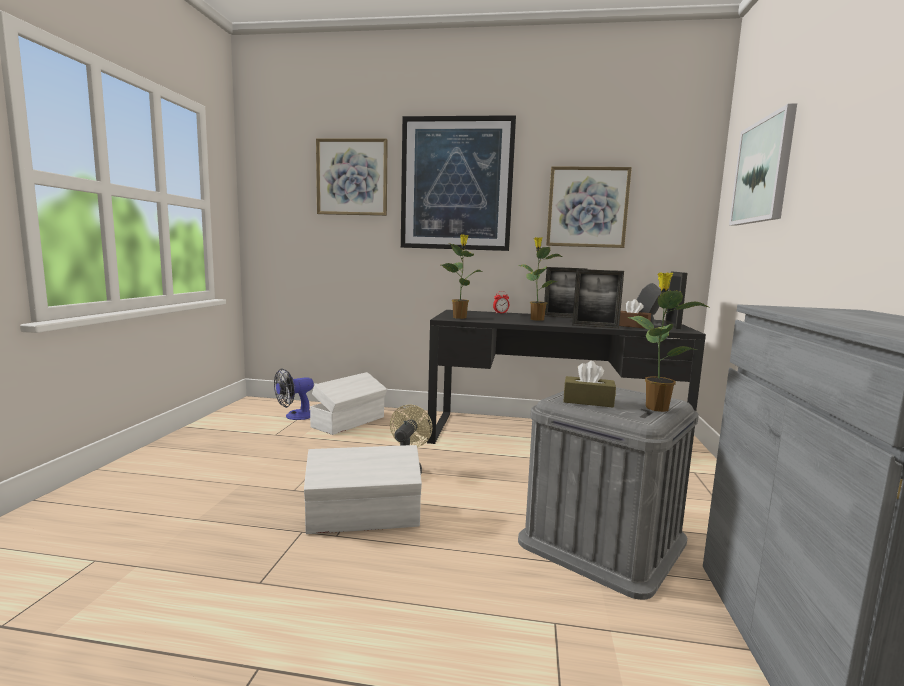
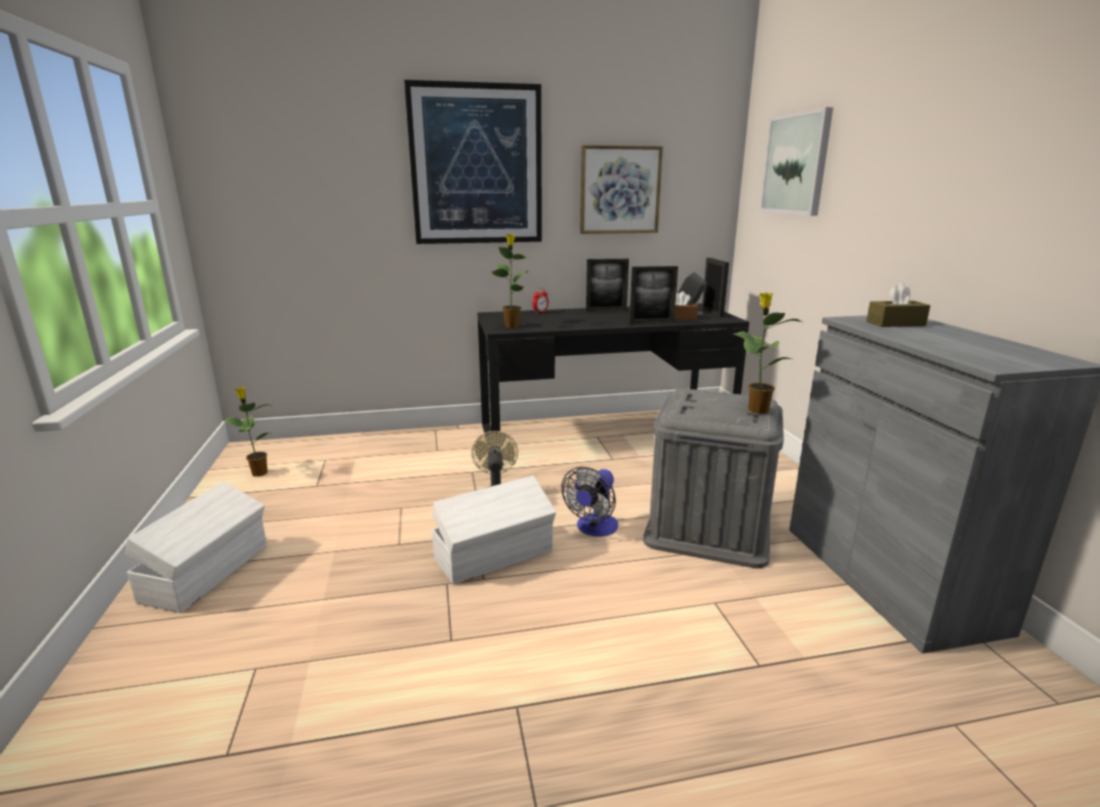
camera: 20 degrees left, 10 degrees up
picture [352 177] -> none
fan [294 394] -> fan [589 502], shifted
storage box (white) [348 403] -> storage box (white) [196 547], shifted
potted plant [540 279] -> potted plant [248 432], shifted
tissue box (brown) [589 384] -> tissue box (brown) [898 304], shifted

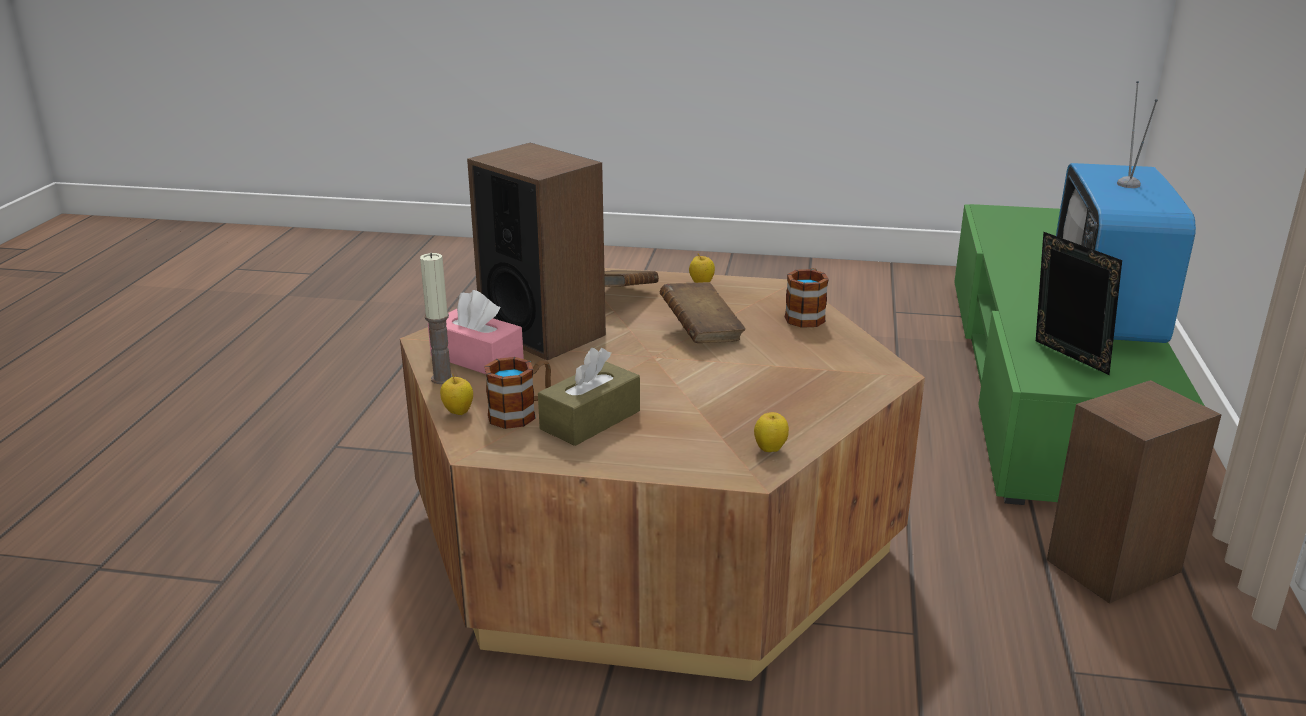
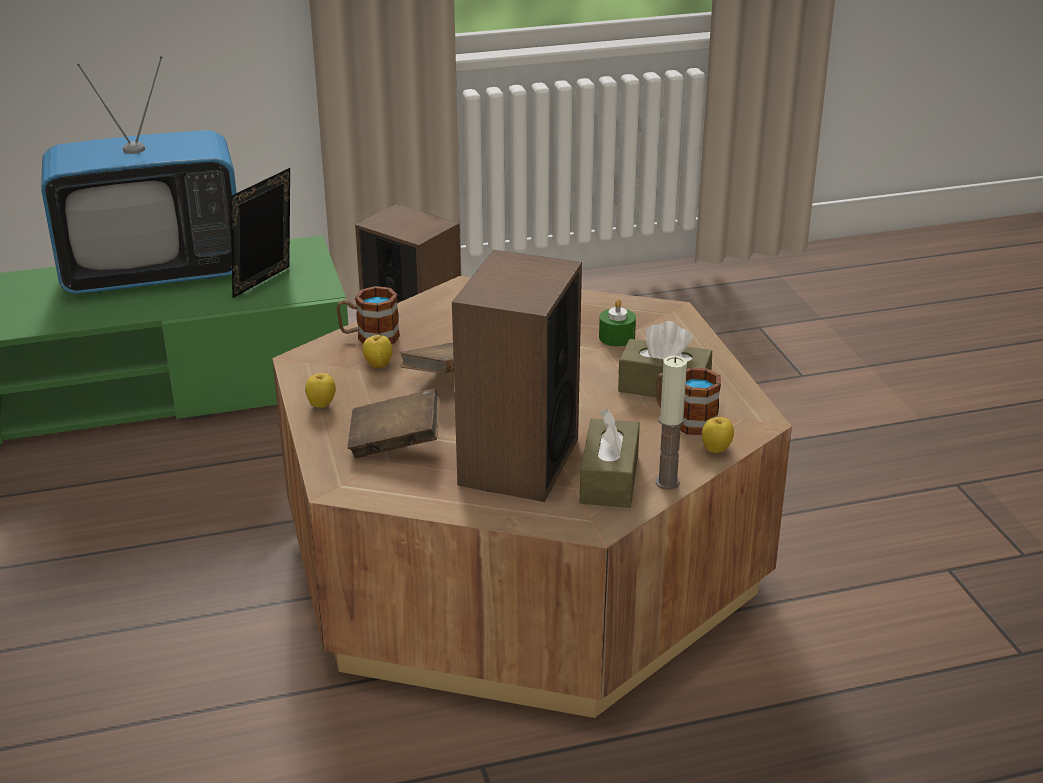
camera: 115 degrees left, 5 degrees up
none -> candle (green) [617 323]
apple [771 432] -> apple [378 350], shifted
tissue box (pink) [476 332] -> tissue box (brown) [610 458]

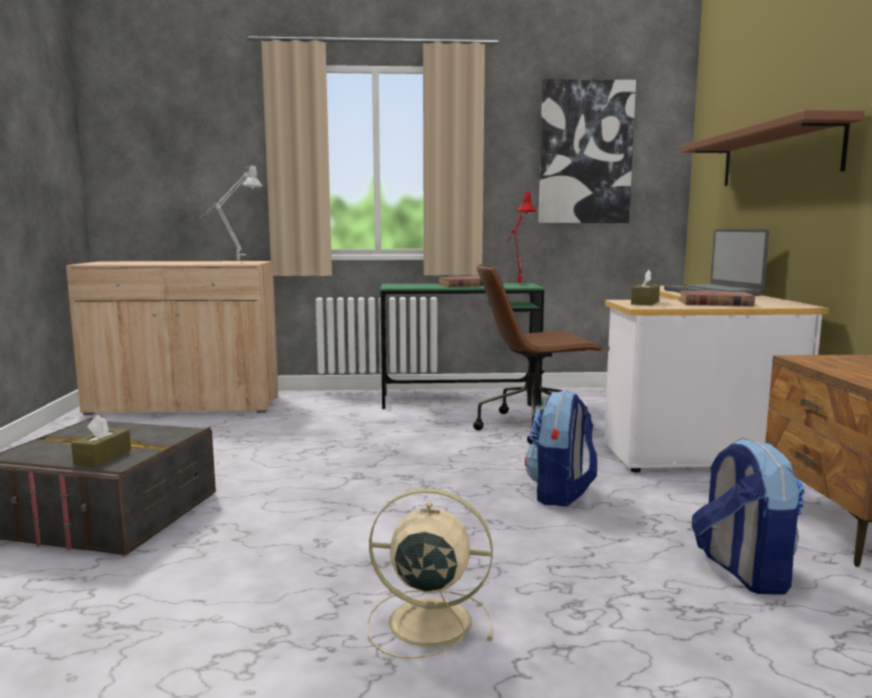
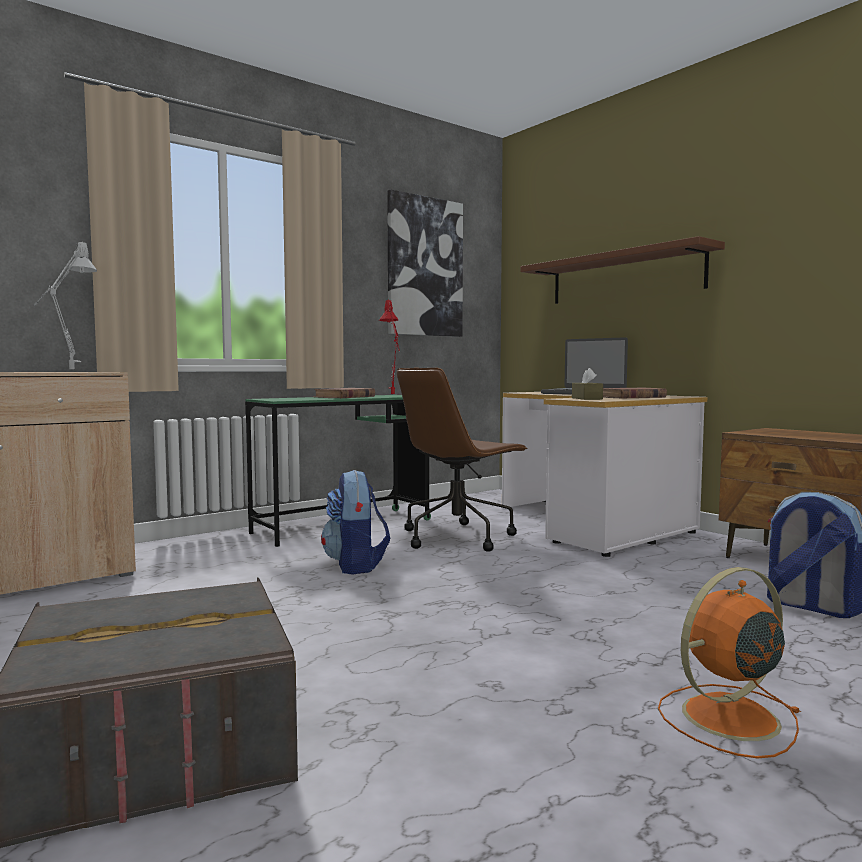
camera: 35 degrees left, 5 degrees down
tissue box (brown) [101 441] -> none
backpack [561 448] -> backpack [355 522], shifted
fan (beige) [430 573] -> fan (orange) [729 662]

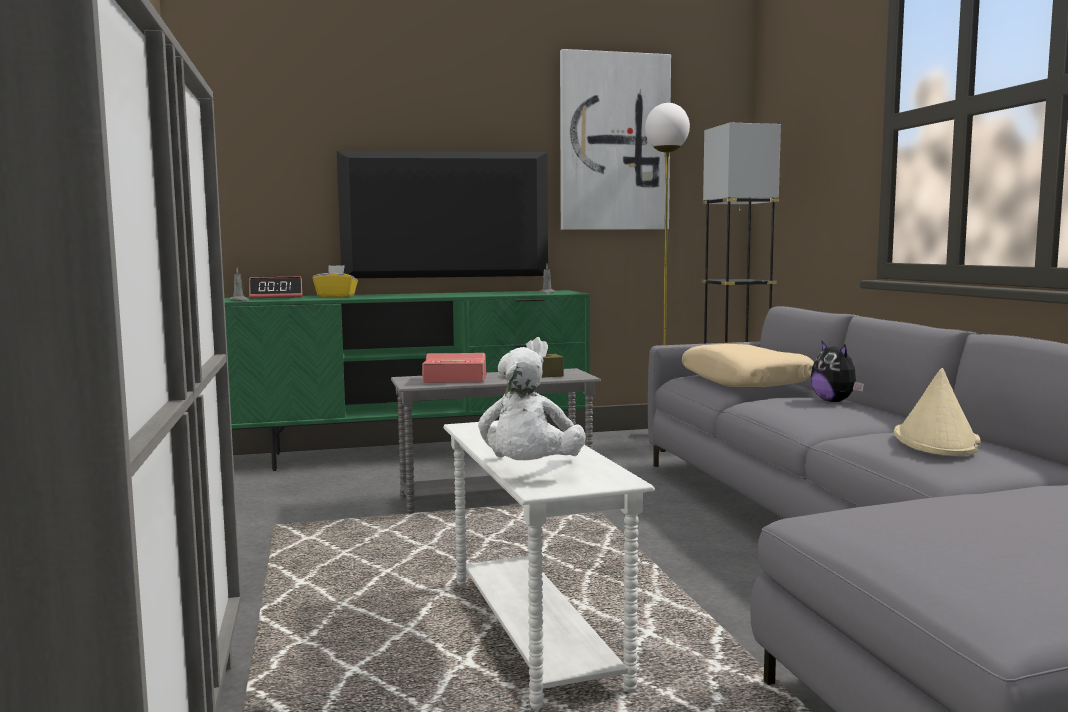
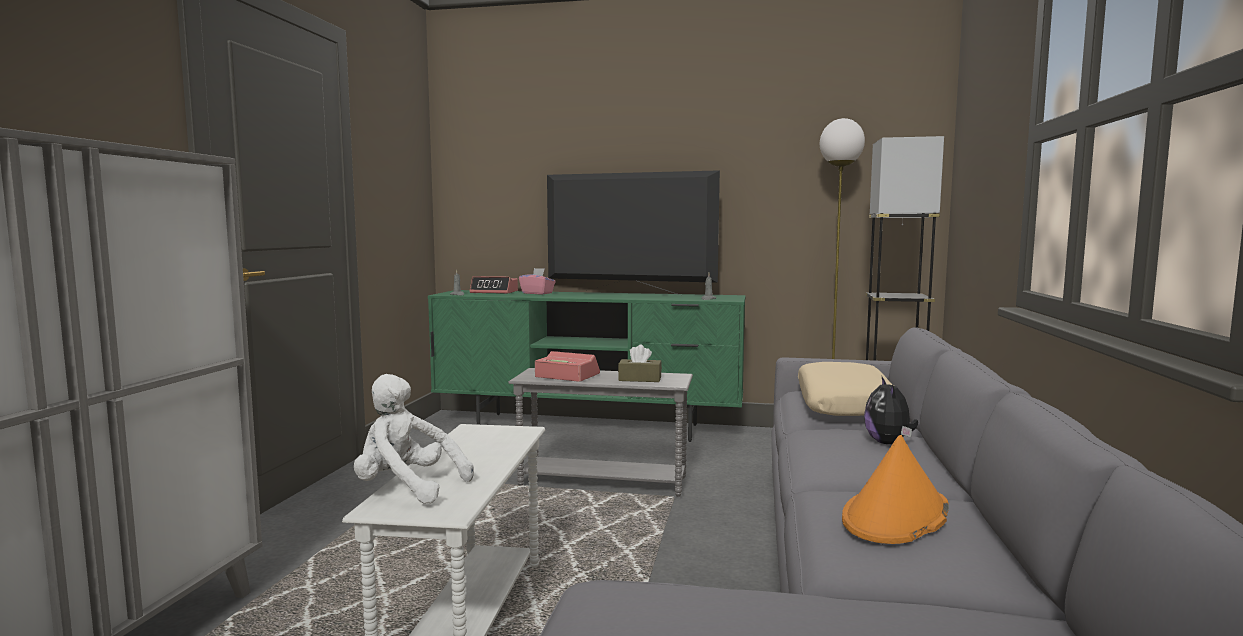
camera: 25 degrees right, 0 degrees up
picture [615 139] -> none
tissue box (yellow) [335 281] -> tissue box (pink) [537 281]
hat (beige) [937 412] -> hat (orange) [895 489]
plush toy (white) [532 403] -> plush toy (white) [414 439], 75 degrees clockwise

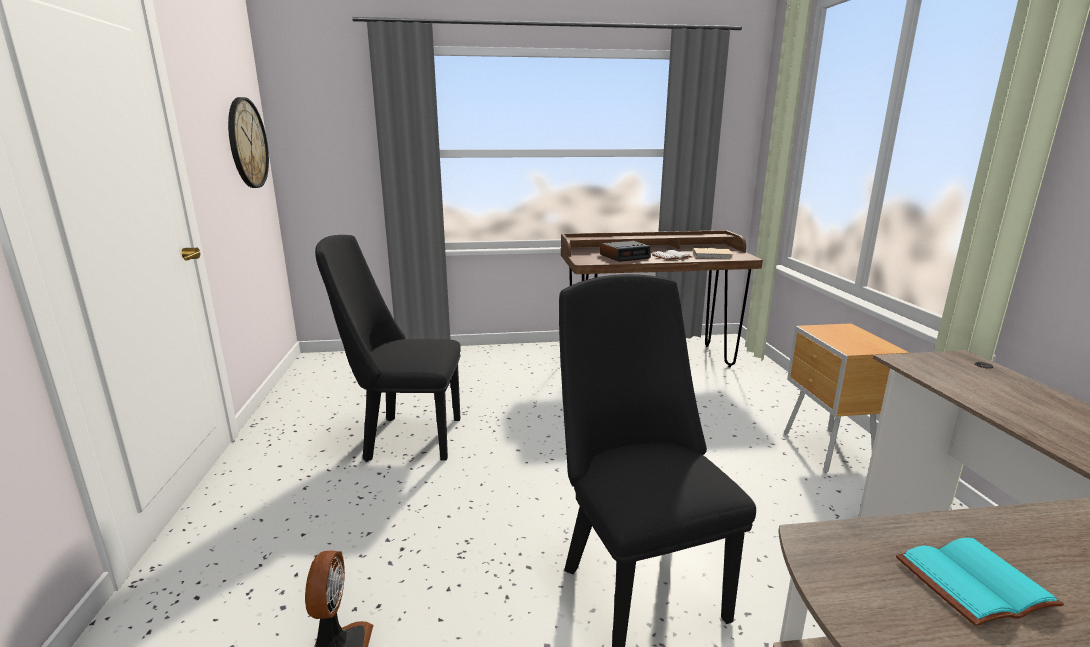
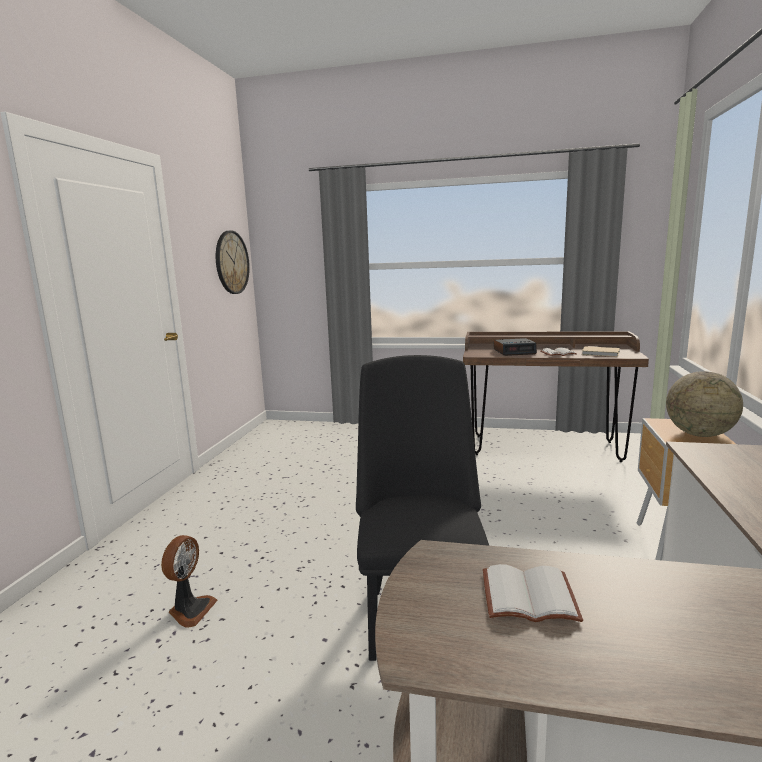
camera: 20 degrees right, 5 degrees down
chair (black) [388 348] -> none
none -> globe [704 404]
book (turquoise) [980 582] -> book (white) [533 593]

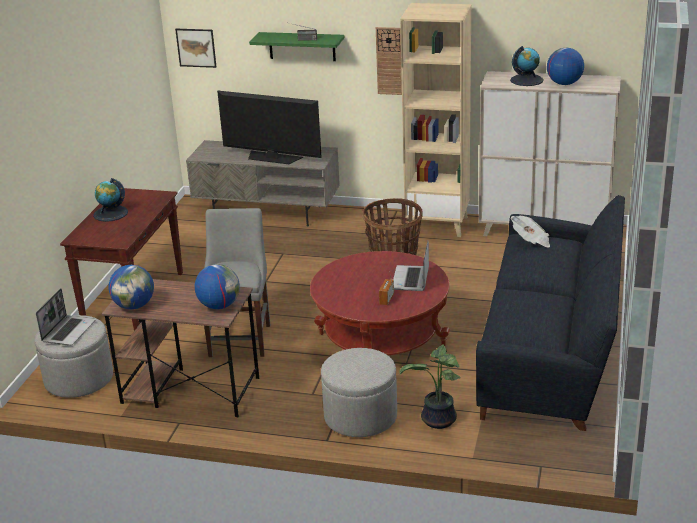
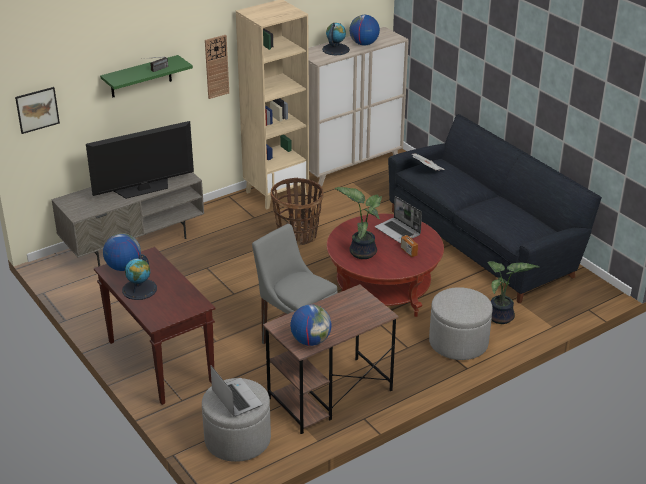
camera: 50 degrees left, 5 degrees up
none -> potted plant [358 223]
globe [217 286] -> globe [122 252], shifted

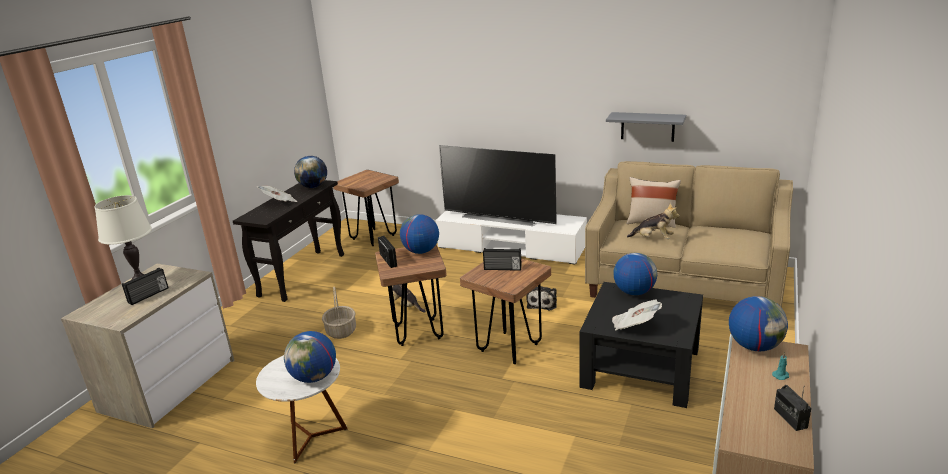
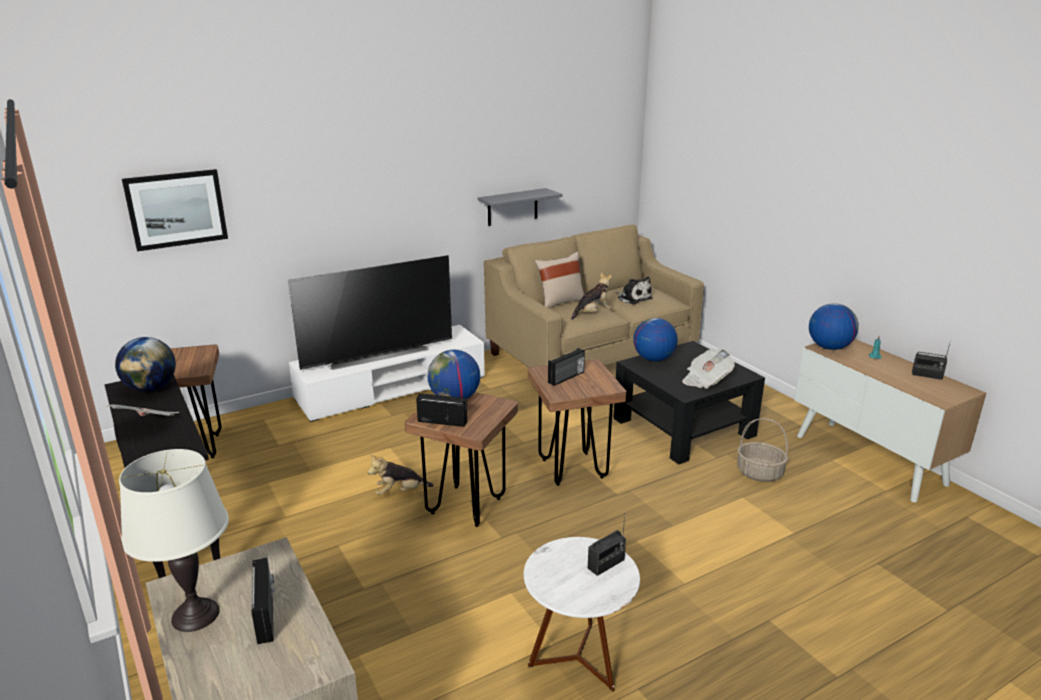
camera: 55 degrees left, 0 degrees up
none -> picture [175 210]
basket [339 313] -> basket [762 450], shifted
plush toy [541 298] -> plush toy [634 290], shifted
globe [310 357] -> radio [607 544]

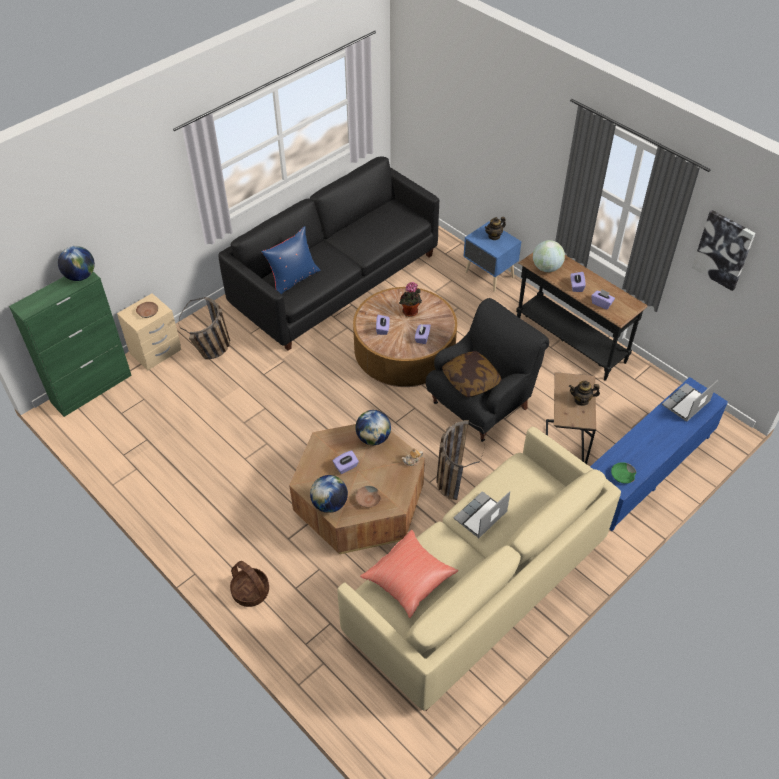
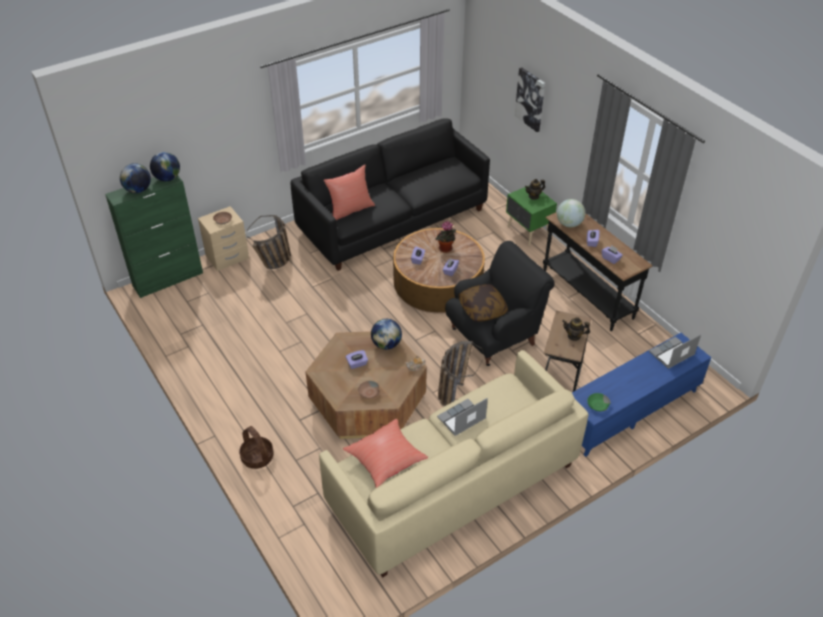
camera: 10 degrees right, 5 degrees down
globe [329 494] -> globe [135 178], shifted
picture [724 250] -> picture [530 99], shifted
pillow (blue) [290 260] -> pillow (red) [349 192]
nightstand (blue) [492 257] -> nightstand (green) [531 216]

